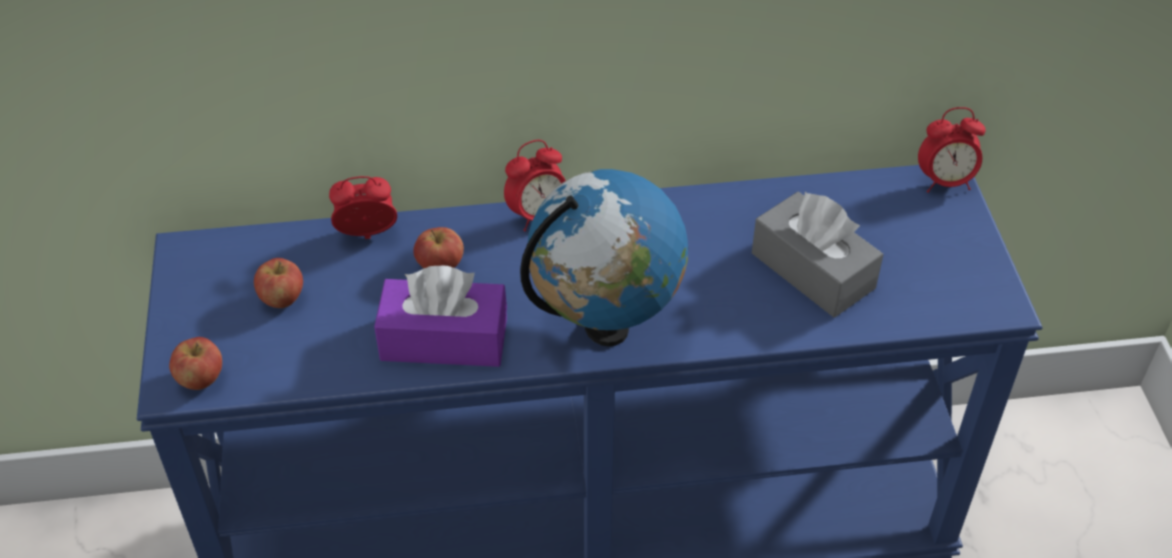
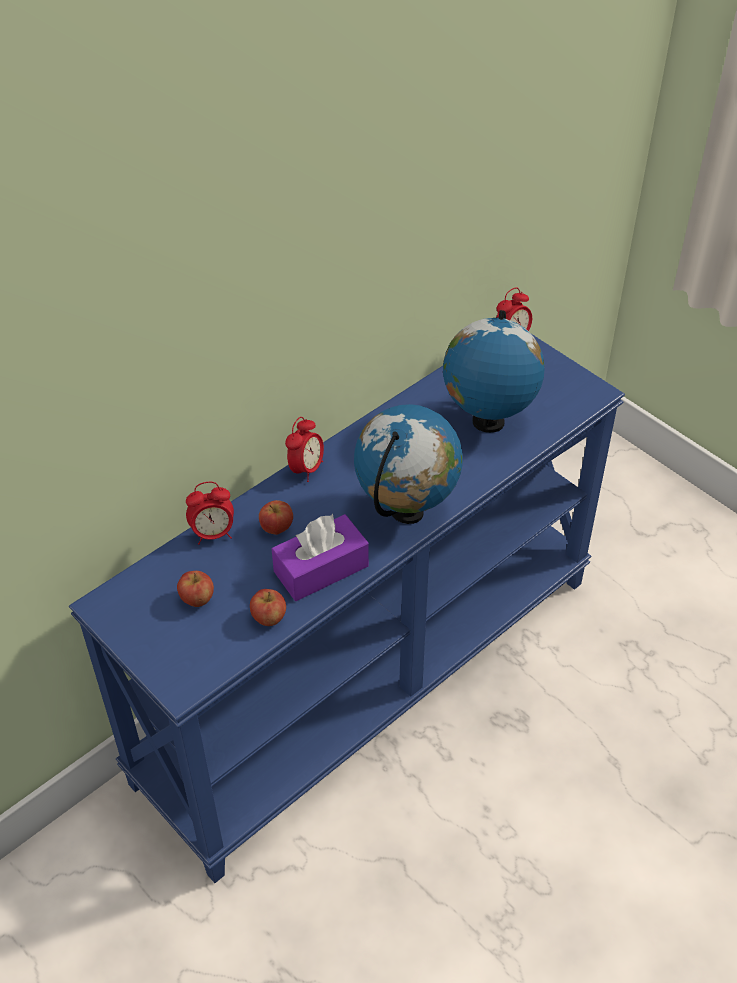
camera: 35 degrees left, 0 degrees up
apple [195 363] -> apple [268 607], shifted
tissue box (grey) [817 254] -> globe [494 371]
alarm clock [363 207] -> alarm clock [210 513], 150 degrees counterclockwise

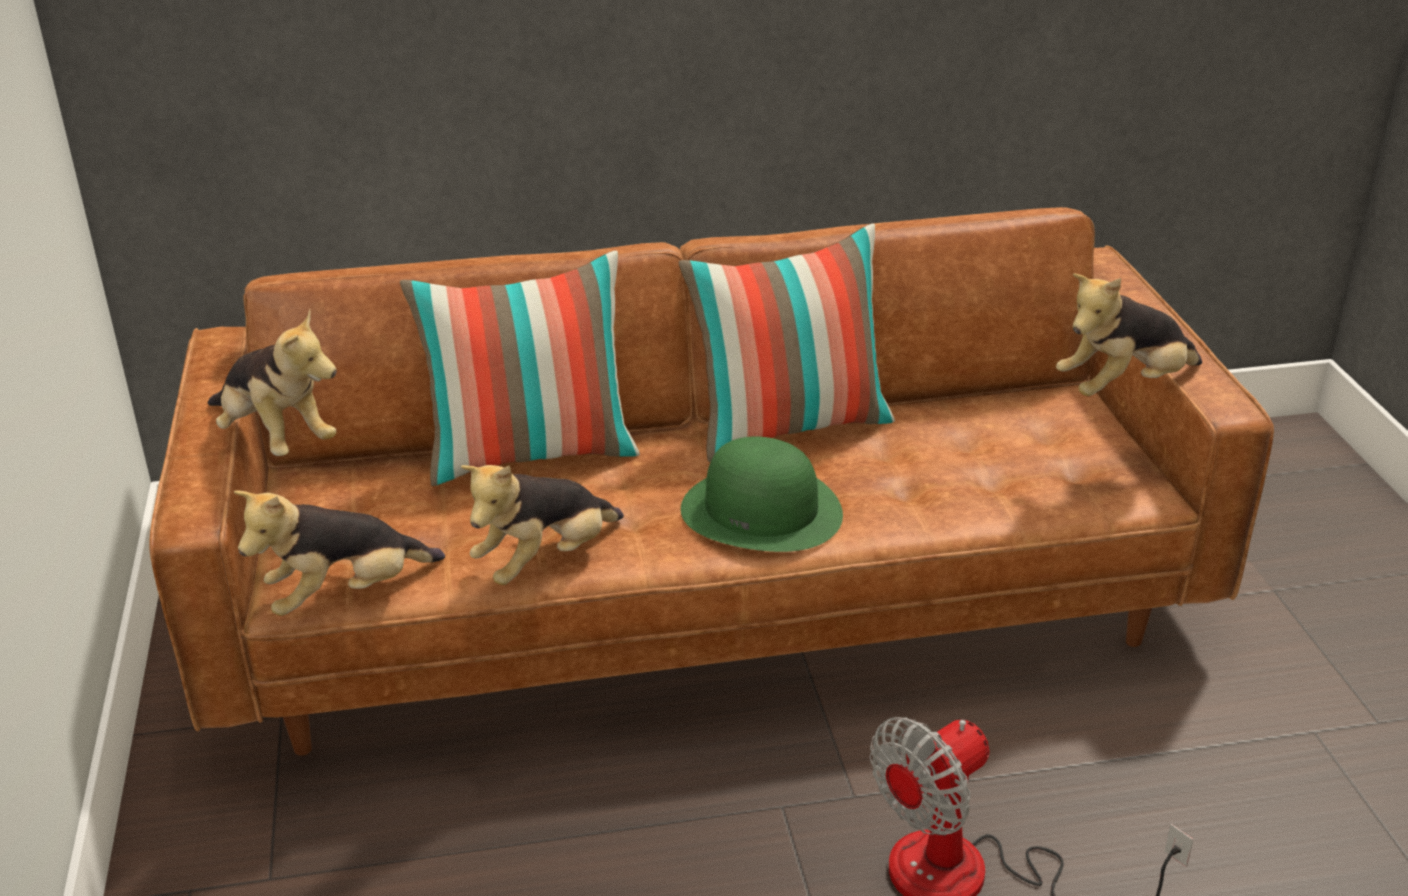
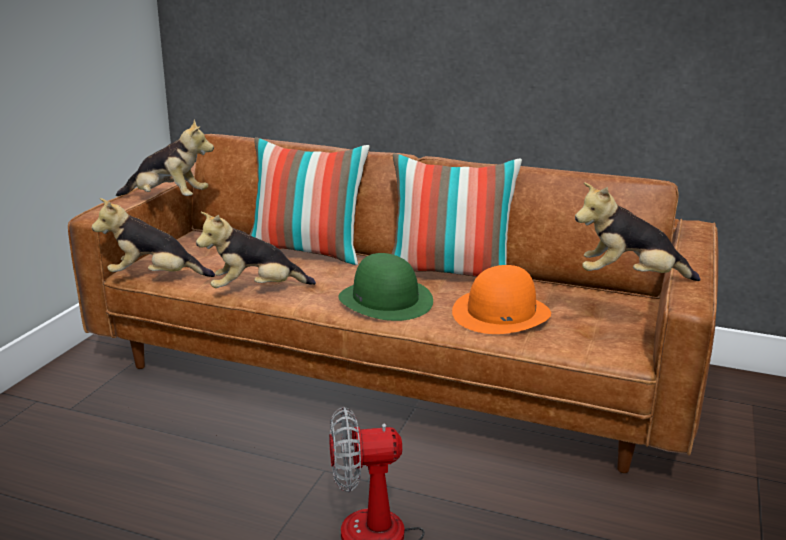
camera: 30 degrees right, 10 degrees down
none -> hat (orange) [501 299]
plush toy [272 382] -> plush toy [165 157], 60 degrees counterclockwise

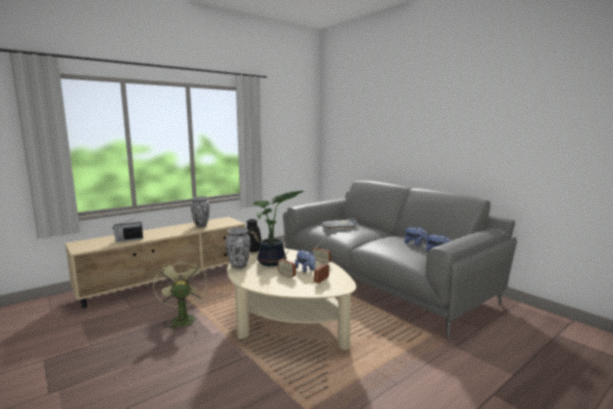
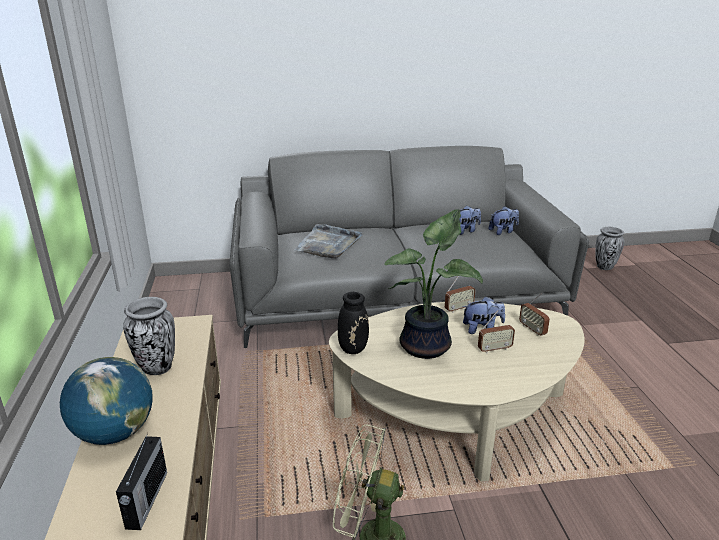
camera: 60 degrees left, 15 degrees up
none -> globe [106 401]
vase [238 247] -> vase [610 248], shifted

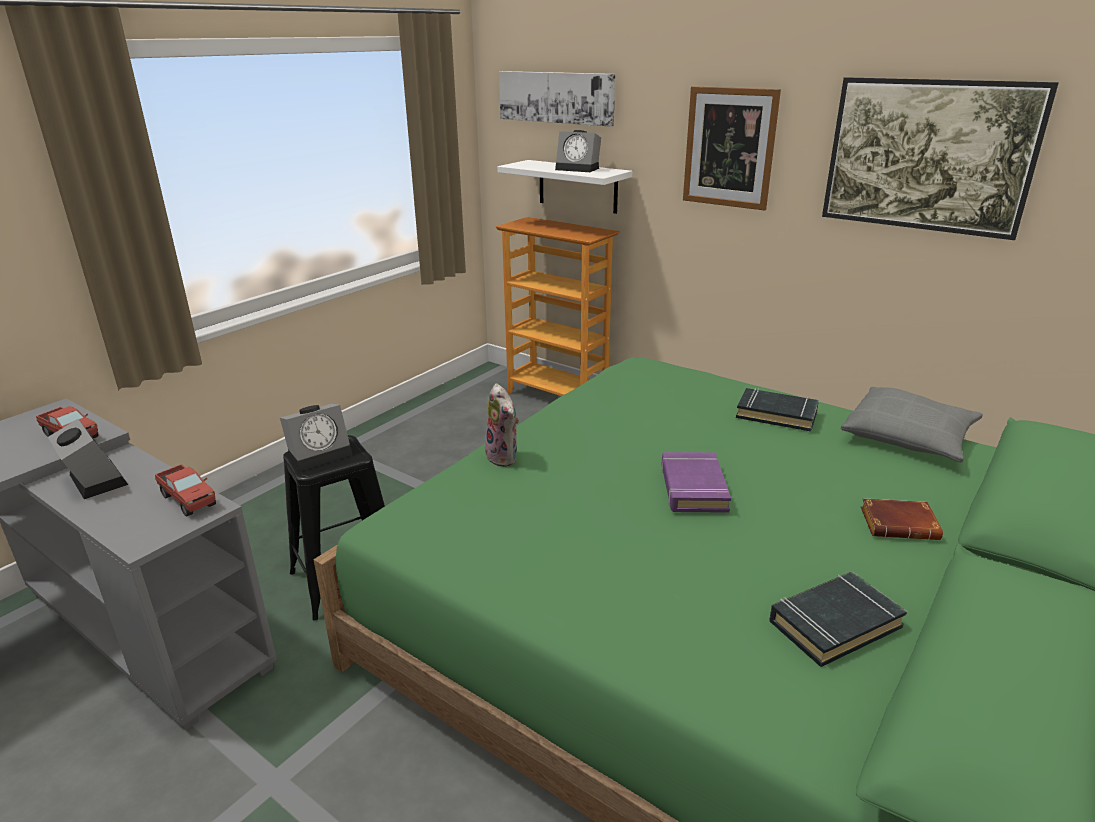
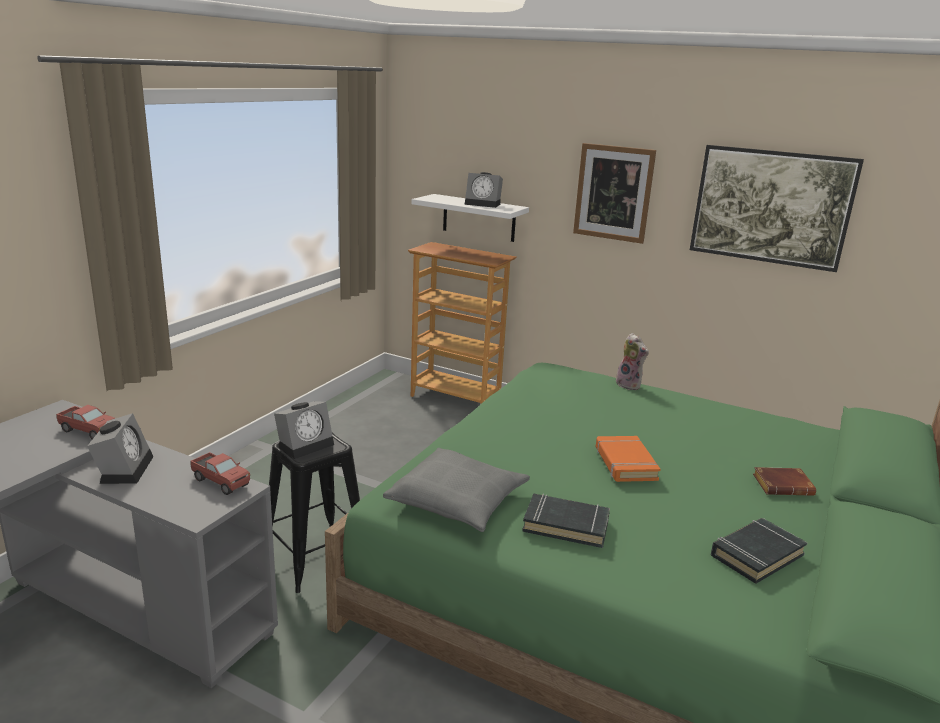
camera: 10 degrees left, 5 degrees down
picture [557 99] -> none
plush toy [502 425] -> plush toy [632 361], shifted
book (black) [777 410] -> book (black) [566 521], shifted
pillow (grey) [912 424] -> pillow (grey) [456 490], shifted
book (purple) [696 482] -> book (orange) [628 459]
alarm clock [88 459] -> alarm clock [120 448], 45 degrees clockwise

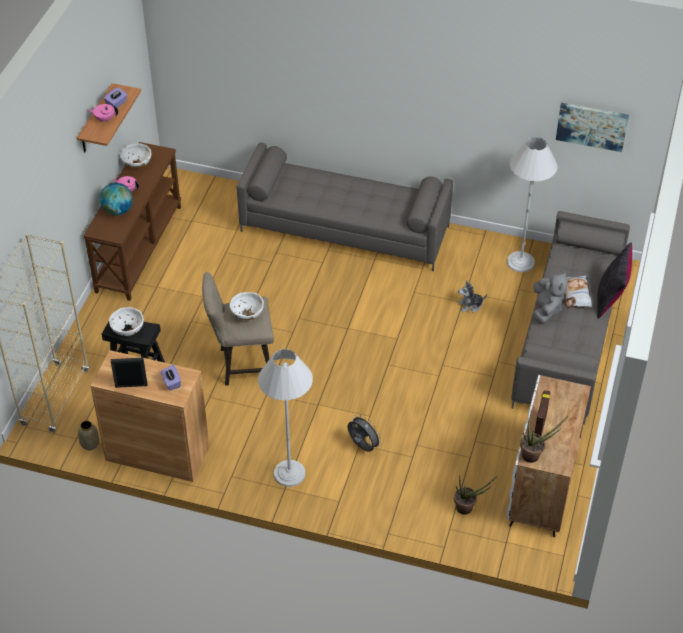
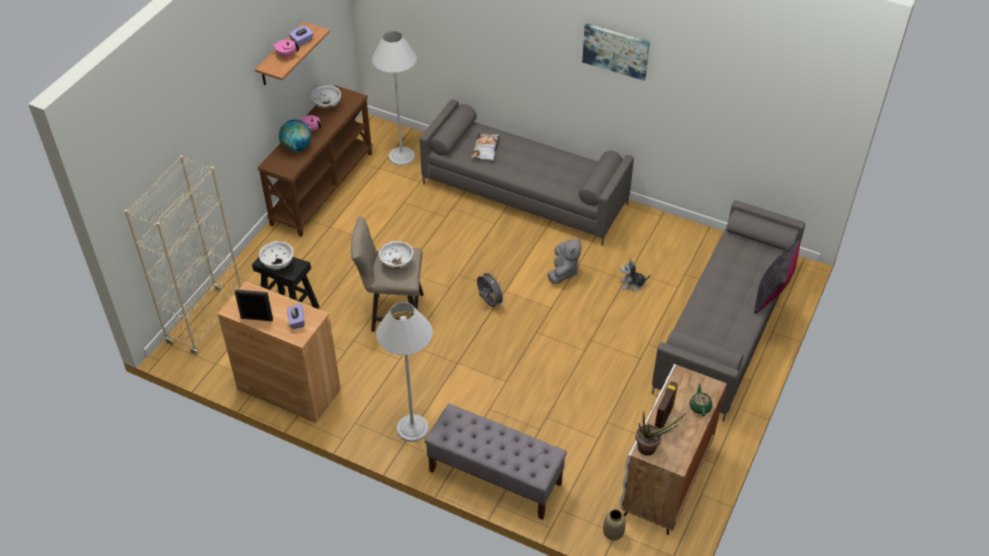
camera: 10 degrees right, 0 degrees up
potted plant [475 495] -> none
none -> bench (grey) [496 462]
none -> teapot (green) [701 399]
vase [88 435] -> vase [614 525], shifted
fan (grey) [365 433] -> fan (grey) [491 289], shifted
floor lamp (white) [532 204] -> floor lamp (white) [394 98], shifted
plush toy (grey) [550 297] -> plush toy (grey) [564 261], shifted
picture [592 127] -> picture [616 52], shifted
pillow [578 291] -> pillow [485 147], shifted

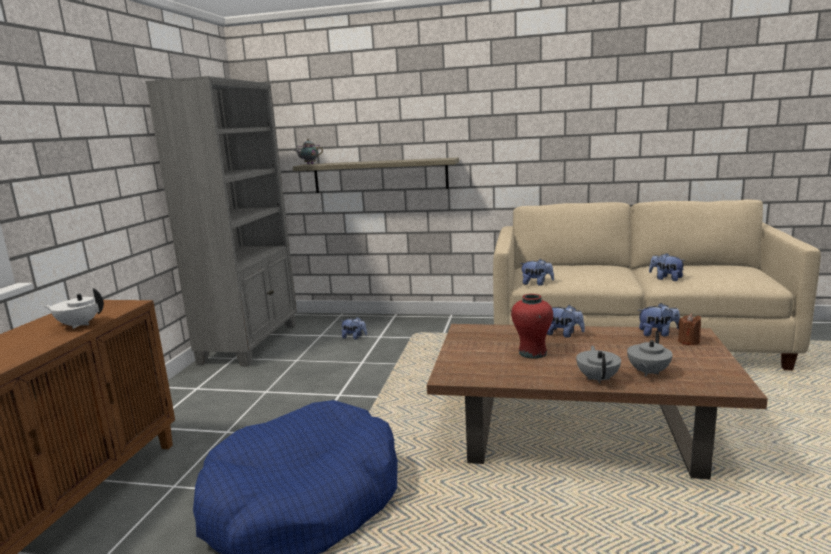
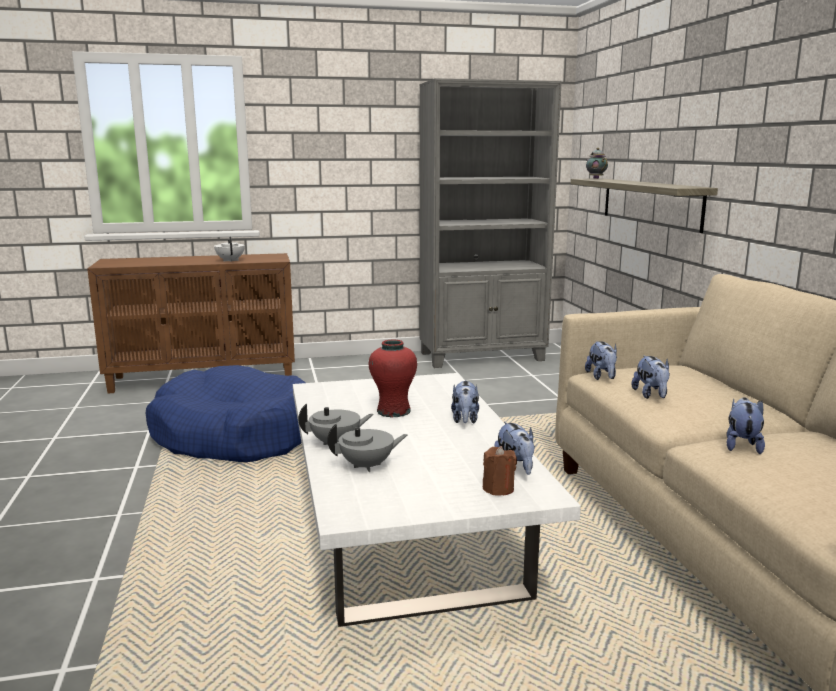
camera: 65 degrees right, 0 degrees up
plush toy [353 328] -> plush toy [651 377], shifted
coffee table (brown) [597 402] -> coffee table (white) [437 500]
teapot (grey) [650 354] -> teapot (grey) [367 448], 150 degrees clockwise

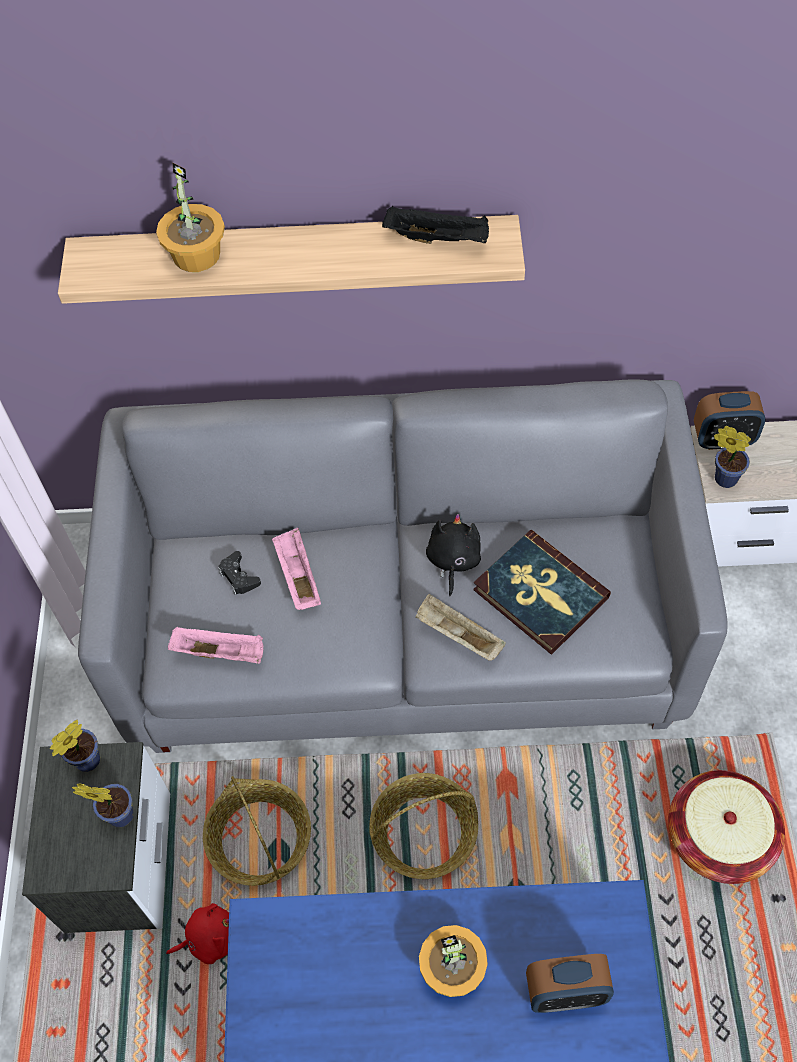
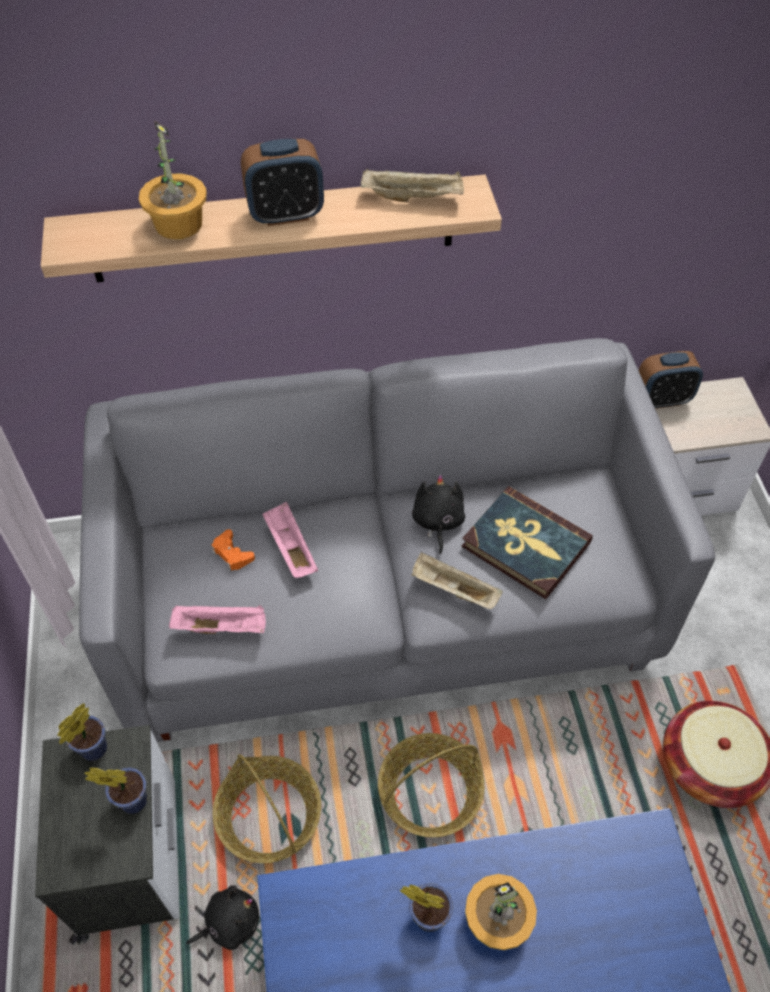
camera: 10 degrees left, 5 degrees down
alarm clock [570 983] -> alarm clock [282 182], shifted
potted plant [732 457] -> potted plant [426 907], shifted
plush toy (red) [197 933] -> plush toy (black) [222 917]
game controller (black) [240 573] -> game controller (orange) [233 550]
tray (black) [435 225] -> tray (beige) [412 185]

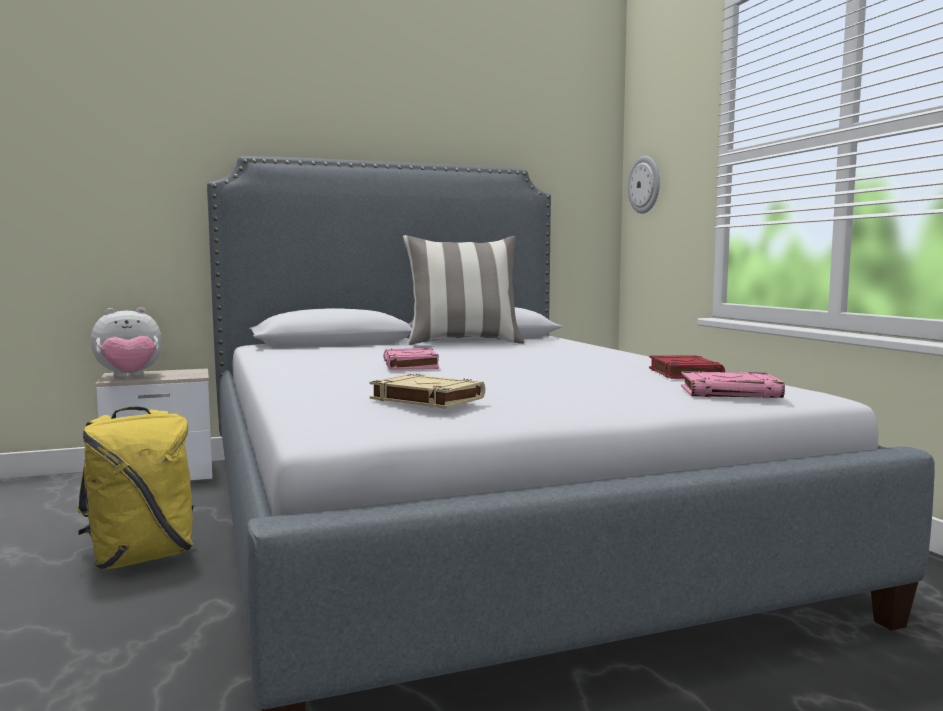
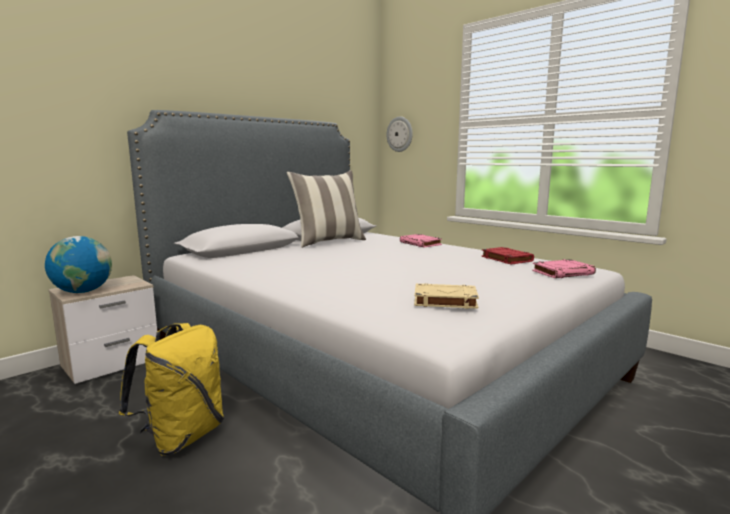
camera: 25 degrees left, 5 degrees up
book (pink) [411 359] -> book (pink) [421 240], shifted
plush toy [126 342] -> globe [78 264]

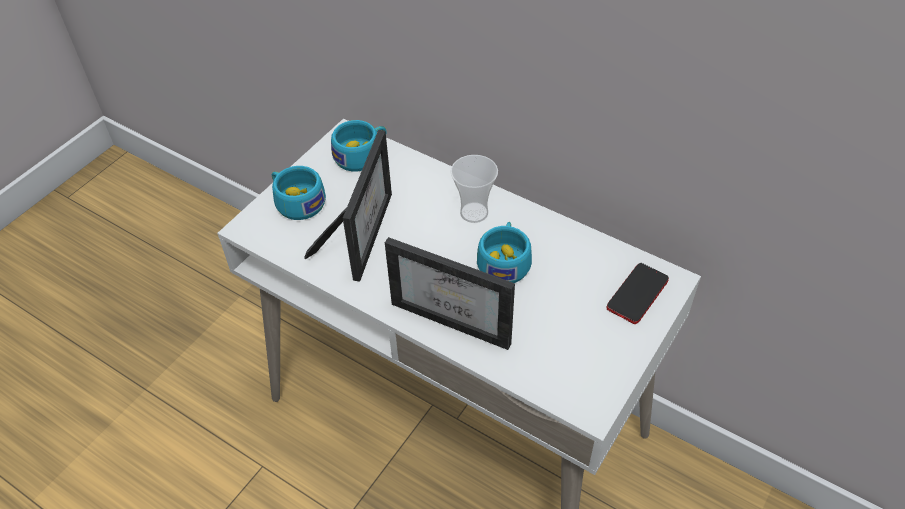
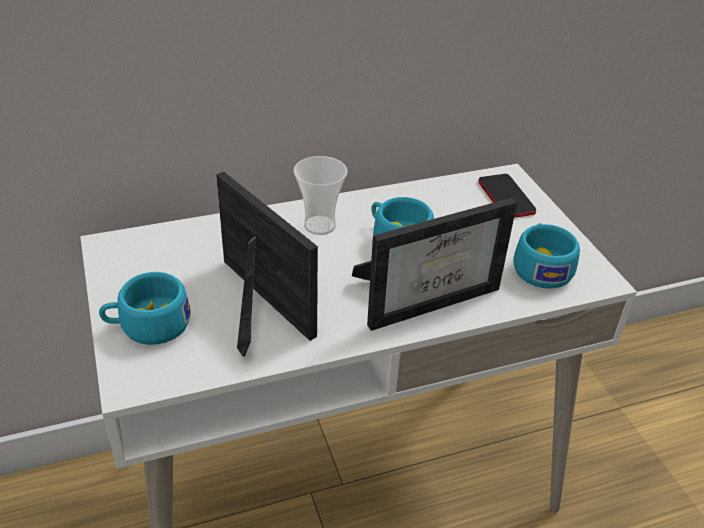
camera: 55 degrees left, 10 degrees down
cup (turquoise) [358 145] -> cup (turquoise) [546 256], shifted

